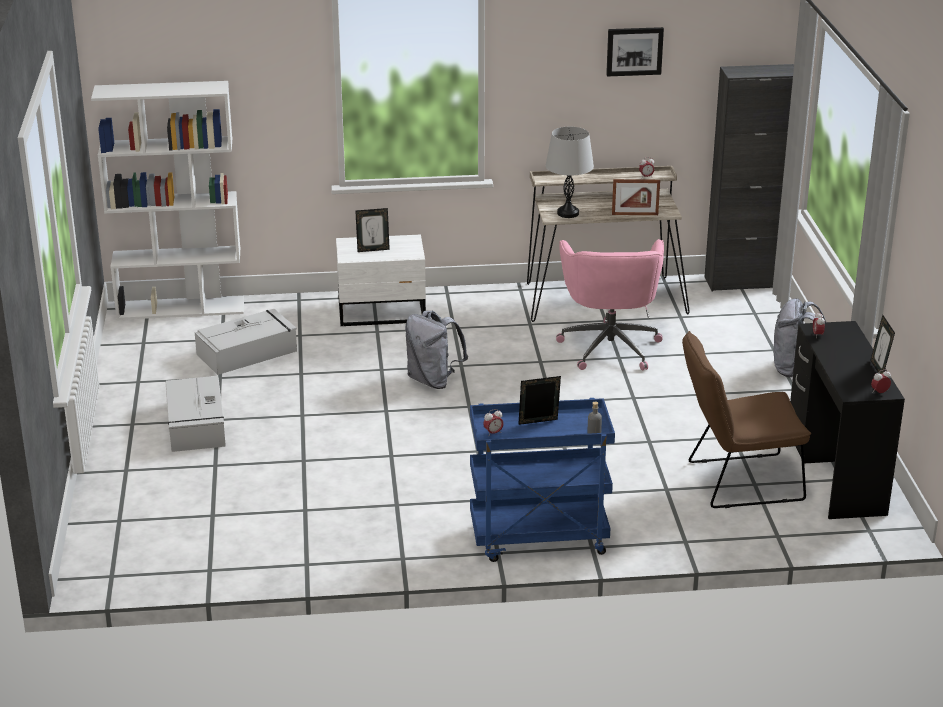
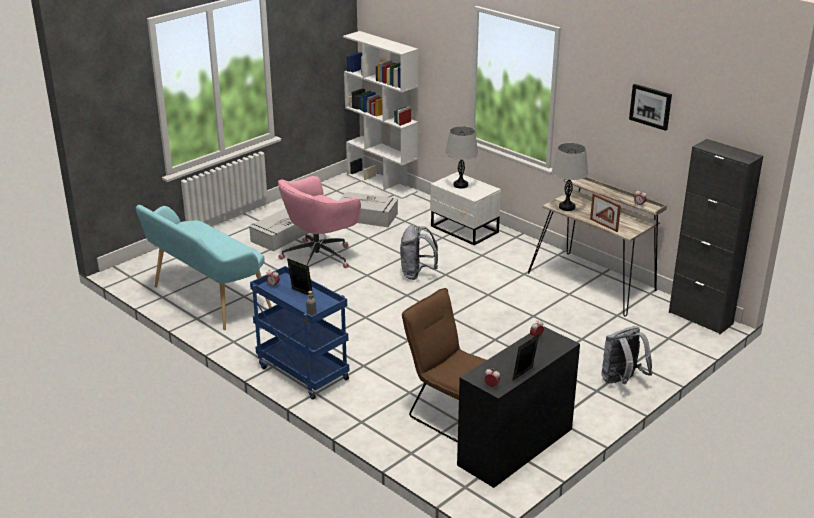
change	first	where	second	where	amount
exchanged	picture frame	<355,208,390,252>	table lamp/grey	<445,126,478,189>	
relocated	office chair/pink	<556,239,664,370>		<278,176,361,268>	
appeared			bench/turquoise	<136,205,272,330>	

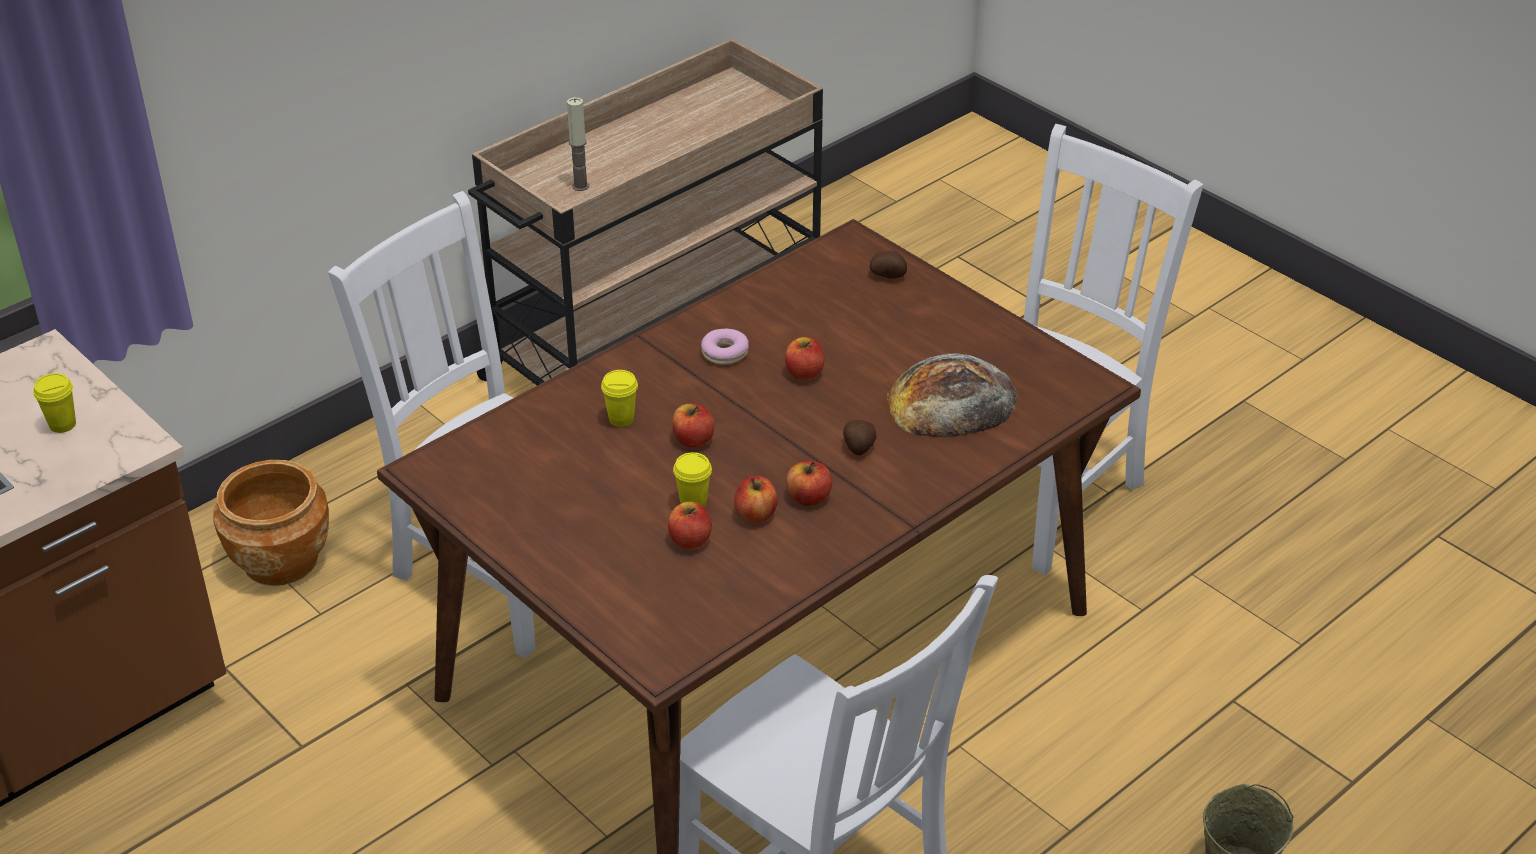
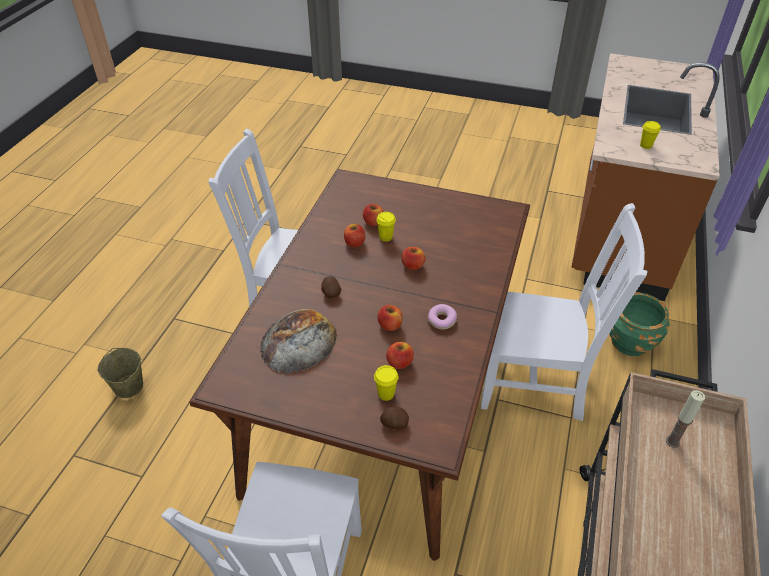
change	first	where	second	where	amount
relocated	cup/yellow	<601,370,638,427>		<374,365,398,401>	
colour	planter/brown	<213,460,329,586>	planter/green	<609,292,670,356>	
relocated	apple	<786,461,832,506>		<386,342,414,369>	

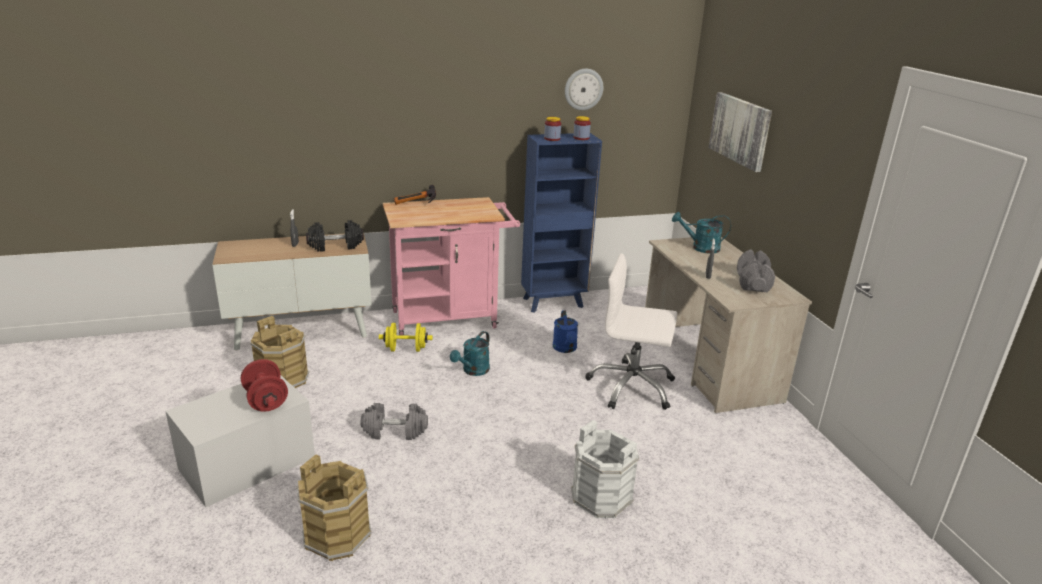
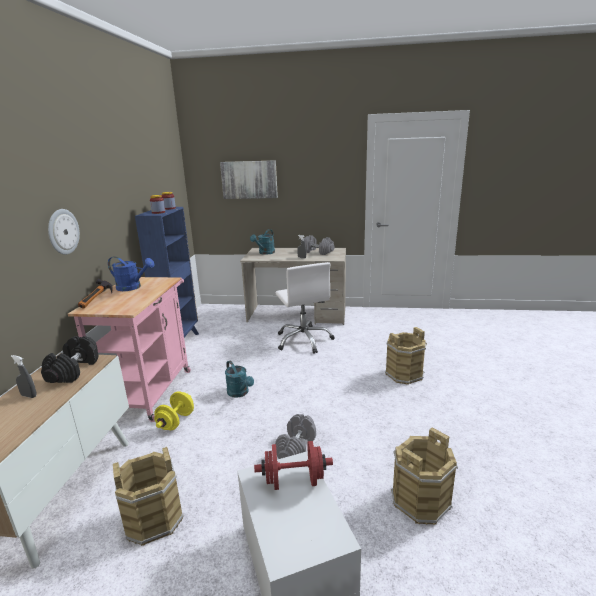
change	first	where	second	where	amount
relocated	wall clock	<565,69,603,110>		<48,209,80,255>	
spun	office chair/white	<585,253,677,410>		<275,262,335,354>	60 degrees counterclockwise
relocated	watering can/blue	<553,310,578,353>		<108,256,155,291>	
colour	bucket/white	<571,420,639,519>	bucket/brown	<385,327,427,385>	

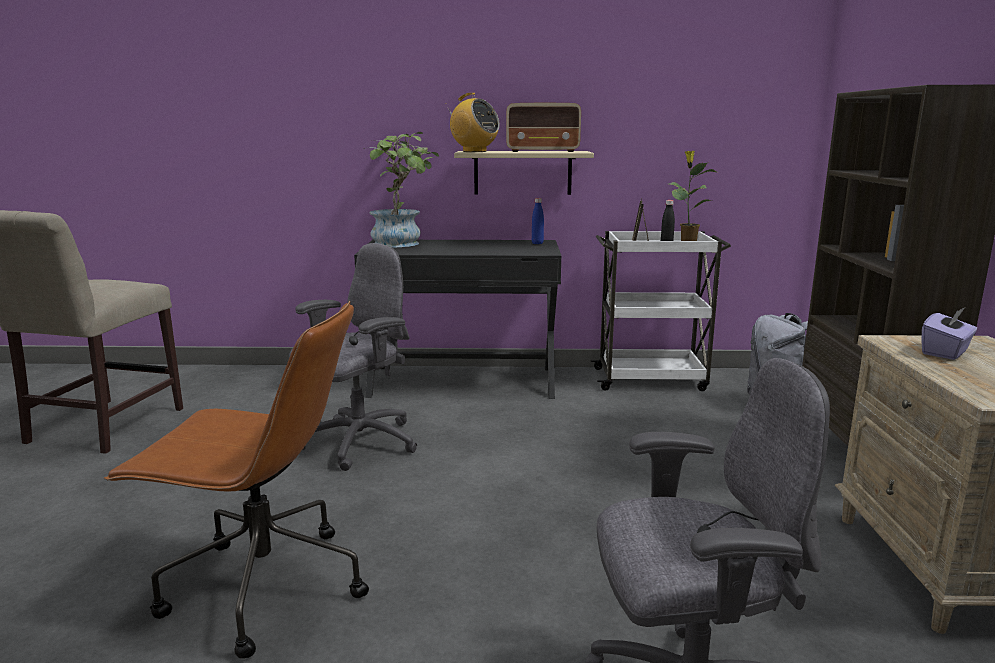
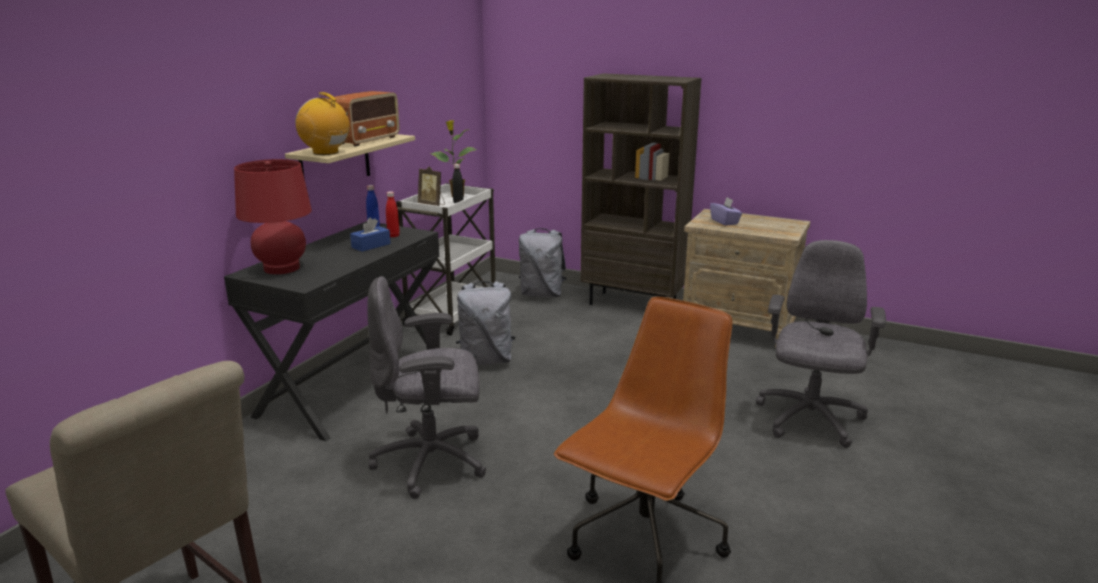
change	first	where	second	where	amount
spun	radio	<448,93,500,152>		<295,92,351,155>	120 degrees counterclockwise
exchanged	potted plant	<364,132,439,247>	table lamp/red	<234,159,312,274>	
spun	office chair/grey	<289,243,417,471>		<367,276,486,499>	75 degrees counterclockwise
appeared			bottle/red	<386,191,400,238>	
appeared			tissue box/blue	<350,217,391,252>	
appeared			backpack/grey	<456,281,515,365>	

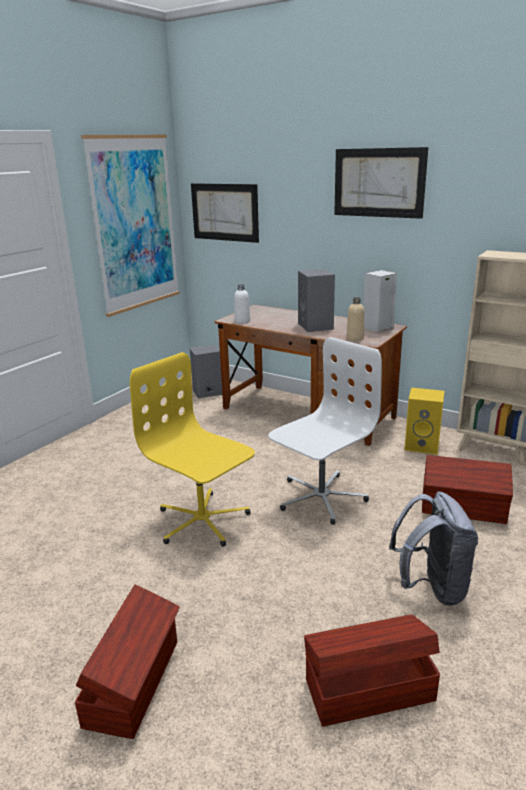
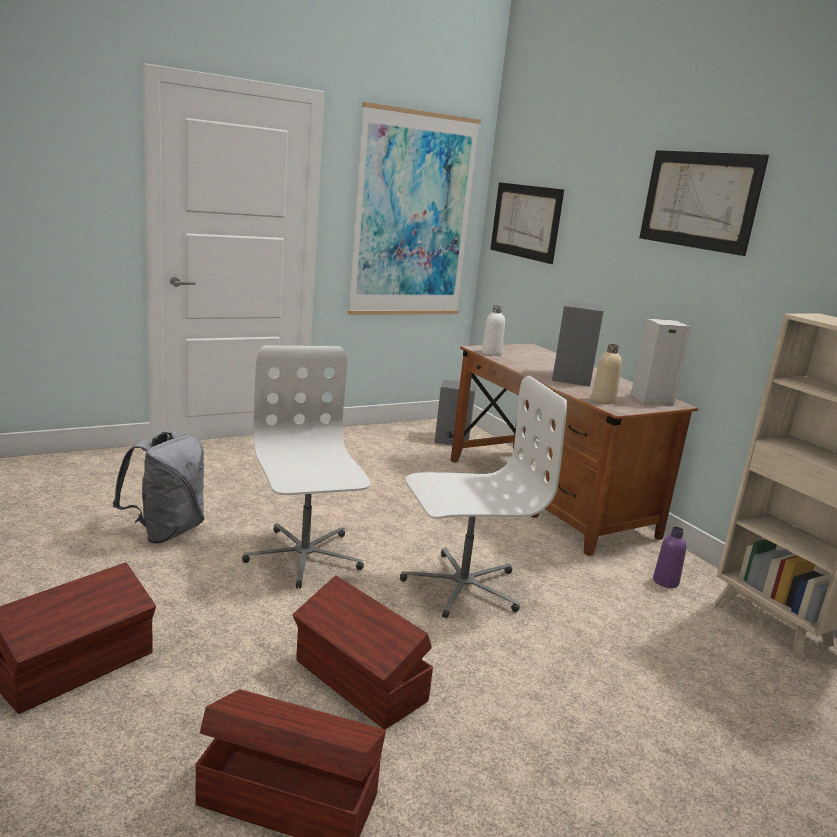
change	first	where	second	where	amount
colour	office chair/yellow	<130,352,255,547>	office chair/white	<242,345,371,588>	
exchanged	speaker/yellow	<404,388,444,455>	bottle/purple	<653,527,686,588>	
relocated	storage box/brown	<422,455,513,524>		<293,575,433,729>	
relocated	backpack/grey	<389,491,478,606>		<112,431,204,544>	

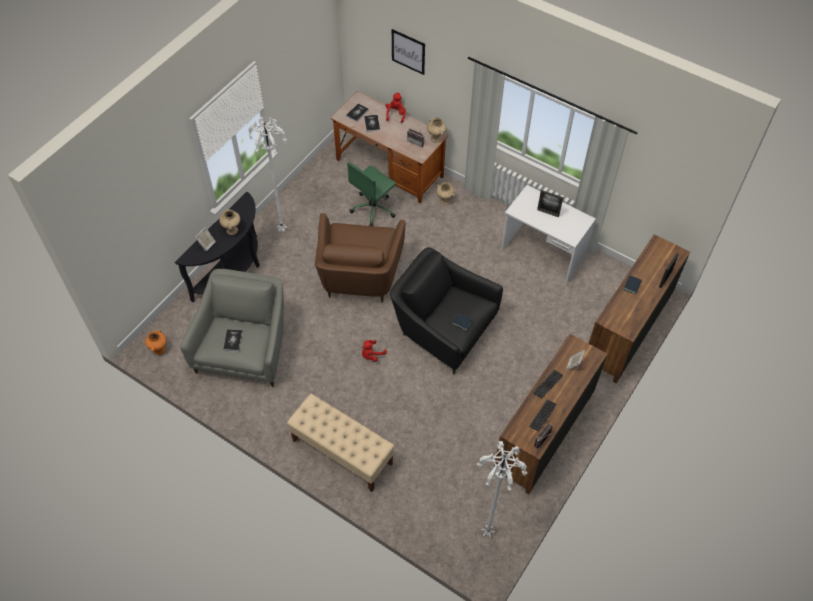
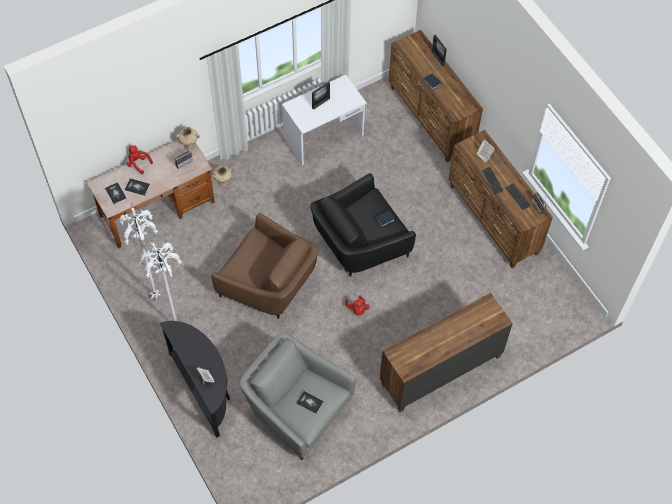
change	first	where	second	where	amount
missing	picture	<392,29,425,75>			
missing	office chair/green	<347,163,396,226>			
missing	vase/beige	<219,209,240,235>			
missing	vase/orange	<145,330,166,355>			
exchanged	bench/beige	<287,394,395,492>	dresser/brown	<379,293,513,412>	
relocated	floor lamp/white	<477,441,527,537>		<120,208,160,299>	

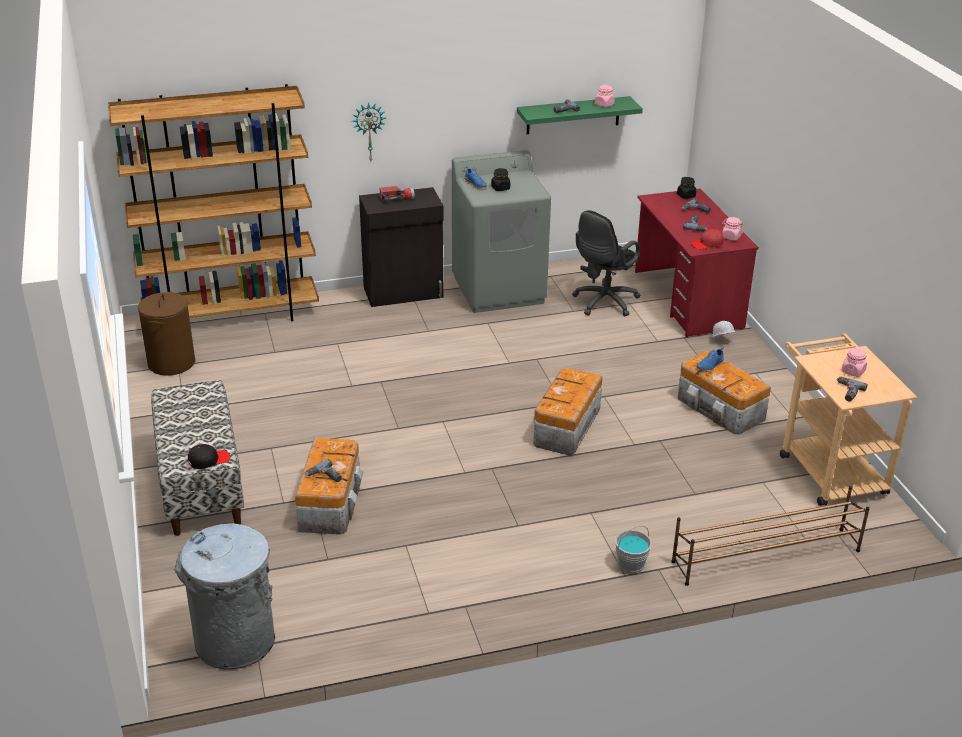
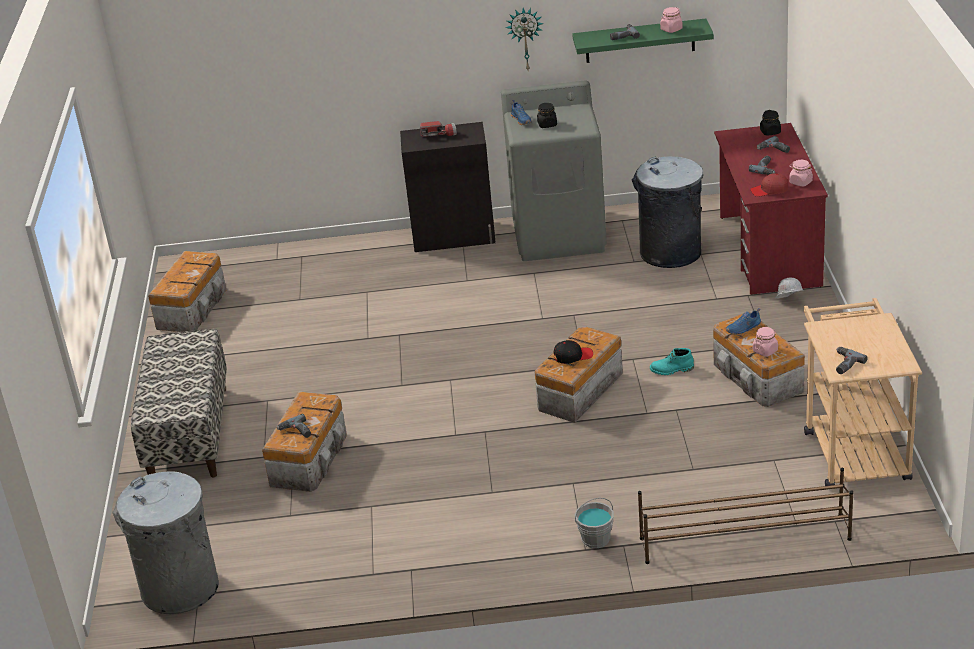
change	first	where	second	where	amount
missing	bookcase/brown	<108,84,319,321>			
relocated	wall clock	<352,102,386,161>		<506,8,544,70>	
exchanged	office chair/black	<572,210,641,316>	trash can/grey	<631,156,704,268>	
exchanged	laundry basket/brown	<138,292,195,376>	storage box	<148,251,226,332>	
relocated	jar/pink	<842,348,867,377>		<753,327,778,357>	
relocated	cap/black	<188,444,230,469>		<554,340,593,364>	
appeared			boot/turquoise	<650,348,694,375>	

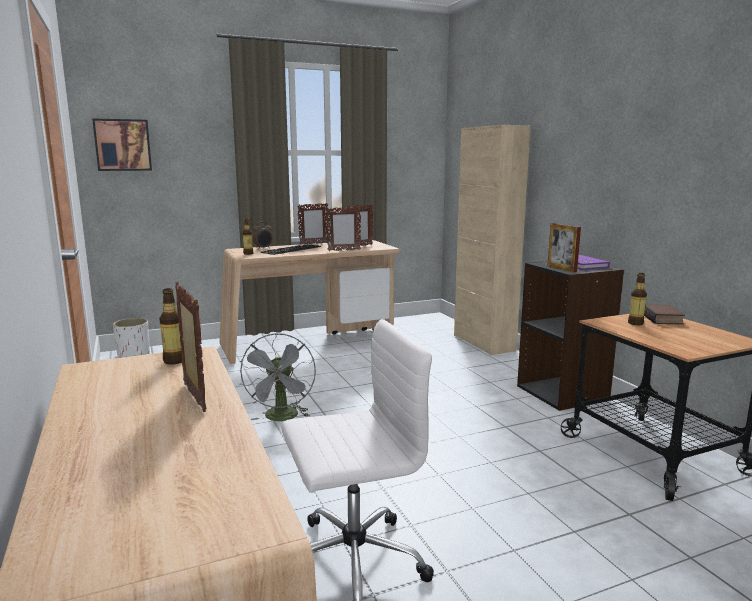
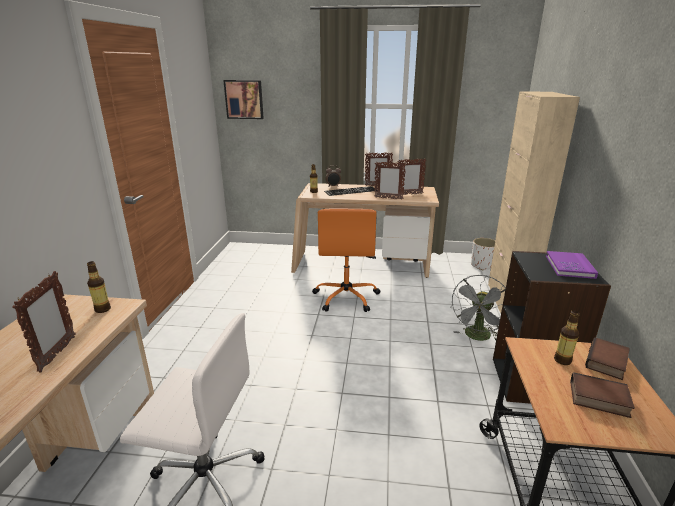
change	first	where	second	where	amount
missing	picture frame	<547,223,581,272>			
relocated	planter/white	<113,318,150,358>		<471,238,495,270>	
relocated	fan/grey	<240,333,316,421>		<450,275,506,341>	
appeared			office chair/orange	<312,209,380,312>	
appeared			book	<570,372,635,418>	

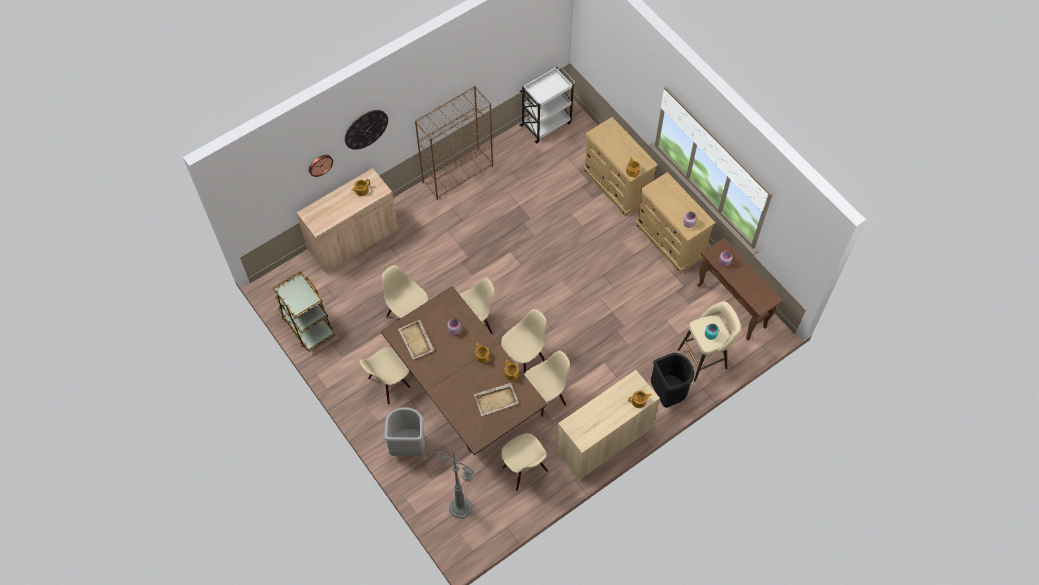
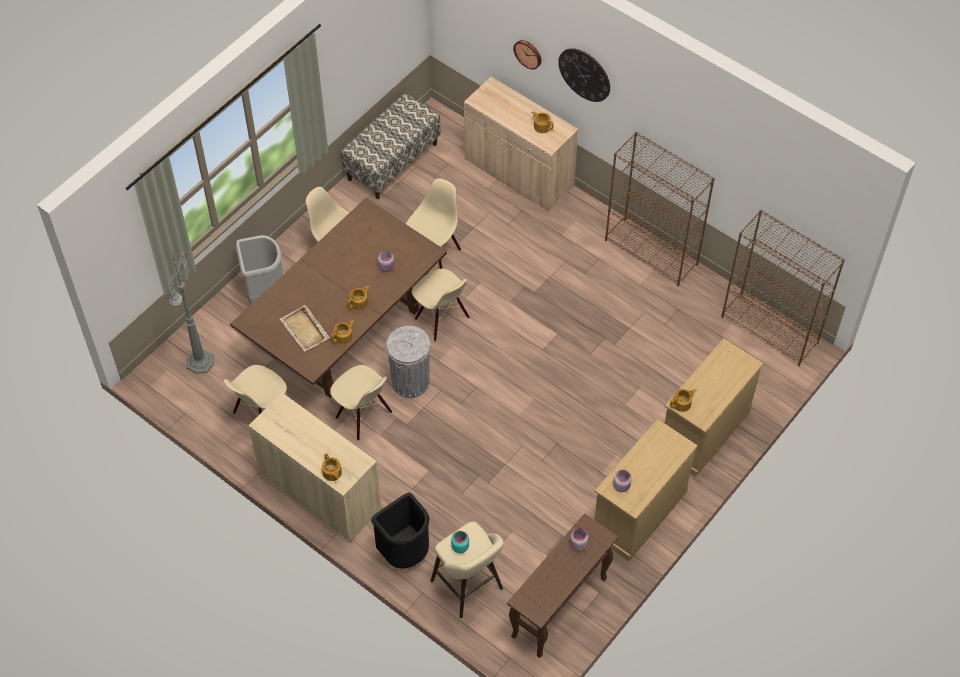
change	first	where	second	where	amount
exchanged	cart/white	<519,66,576,144>	bookcase/brown	<721,210,845,366>	
exchanged	cart/brown	<273,271,335,351>	bench	<341,93,441,199>	
exchanged	chair/beige	<501,309,547,373>	trash can/grey	<386,326,430,398>	
missing	tray/beige	<398,320,435,360>			

